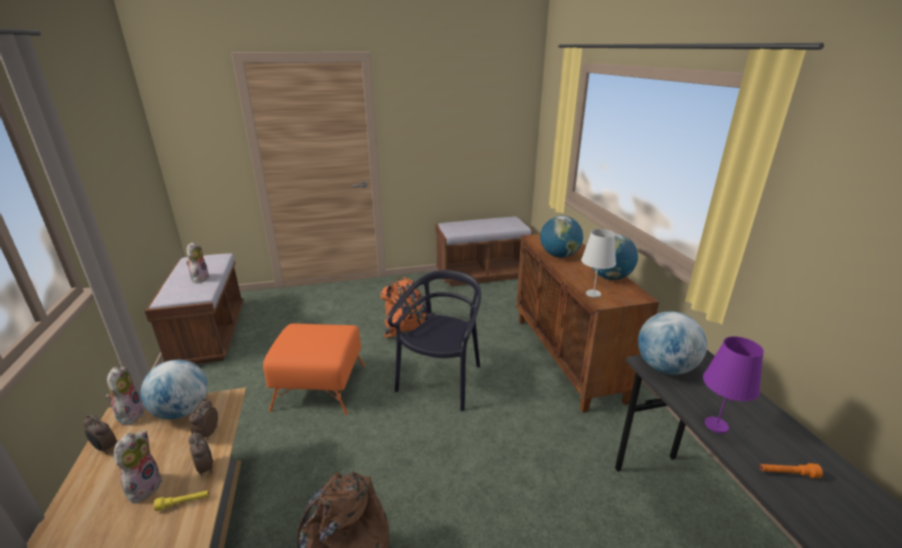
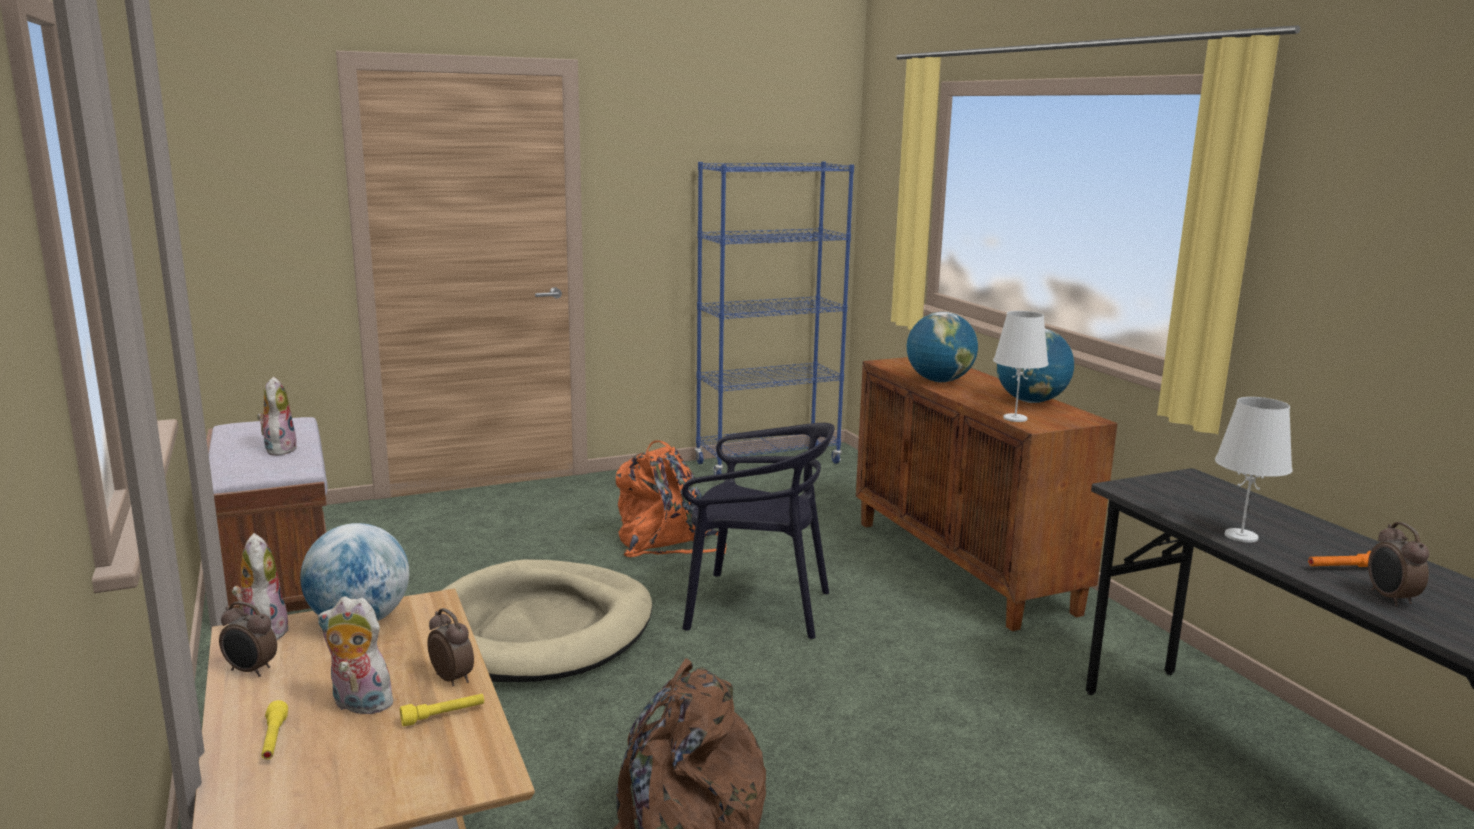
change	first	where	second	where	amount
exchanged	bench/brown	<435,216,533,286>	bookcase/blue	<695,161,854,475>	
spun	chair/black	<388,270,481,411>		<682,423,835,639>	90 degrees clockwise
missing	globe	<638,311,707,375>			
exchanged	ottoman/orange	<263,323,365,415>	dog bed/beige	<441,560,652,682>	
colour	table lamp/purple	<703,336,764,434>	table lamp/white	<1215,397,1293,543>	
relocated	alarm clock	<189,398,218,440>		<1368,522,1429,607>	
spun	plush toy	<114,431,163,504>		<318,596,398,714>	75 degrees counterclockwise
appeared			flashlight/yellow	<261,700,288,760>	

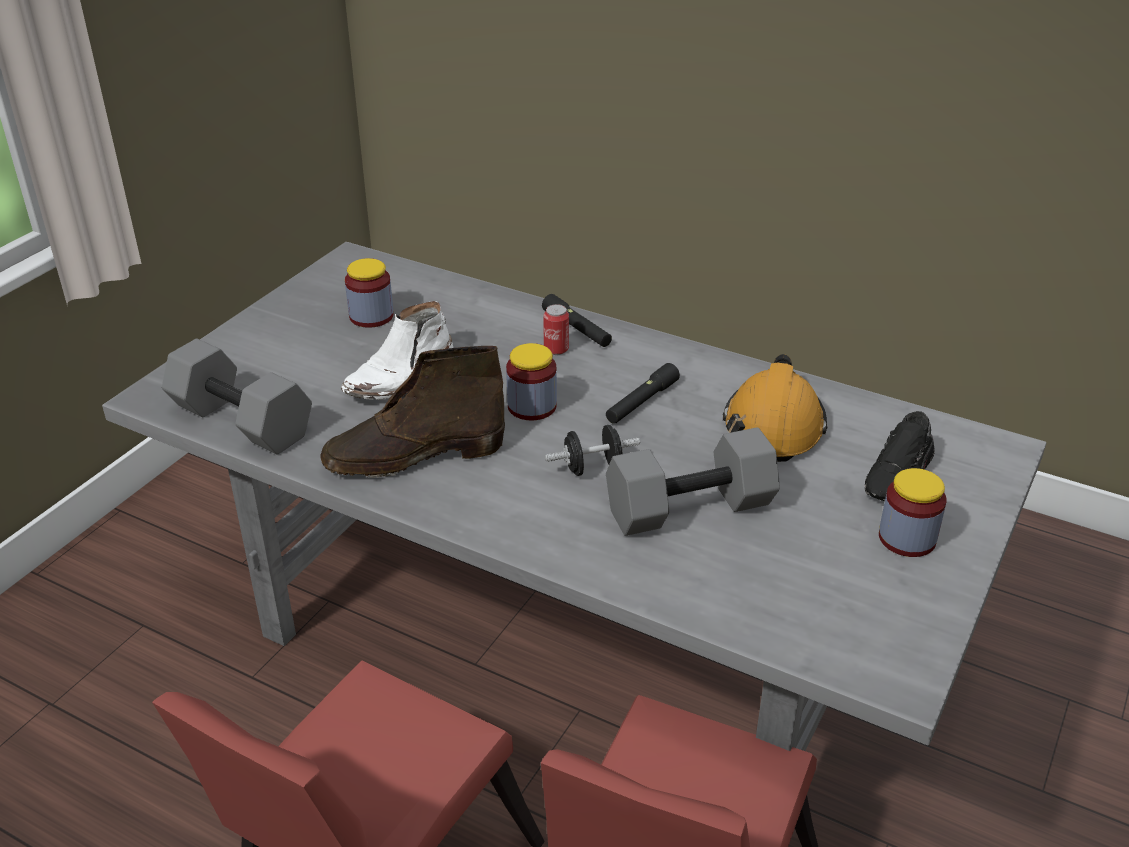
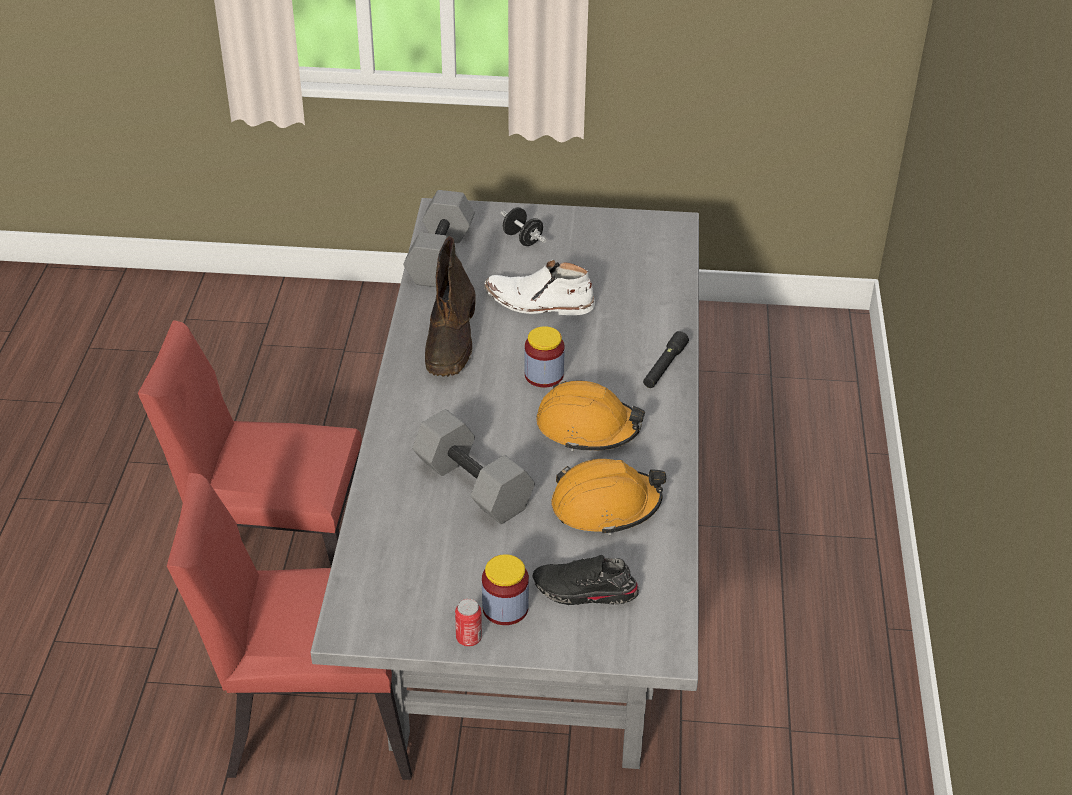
change	first	where	second	where	amount
missing	jar	<345,258,394,328>			
relocated	can	<543,304,569,355>		<455,599,482,646>	
spun	boot/brown	<320,346,505,478>		<425,236,476,377>	135 degrees counterclockwise
exchanged	flashlight/black	<606,363,680,424>	hard hat/orange	<536,381,645,451>	
relocated	dumbbell/black	<545,425,640,476>		<501,207,547,246>	

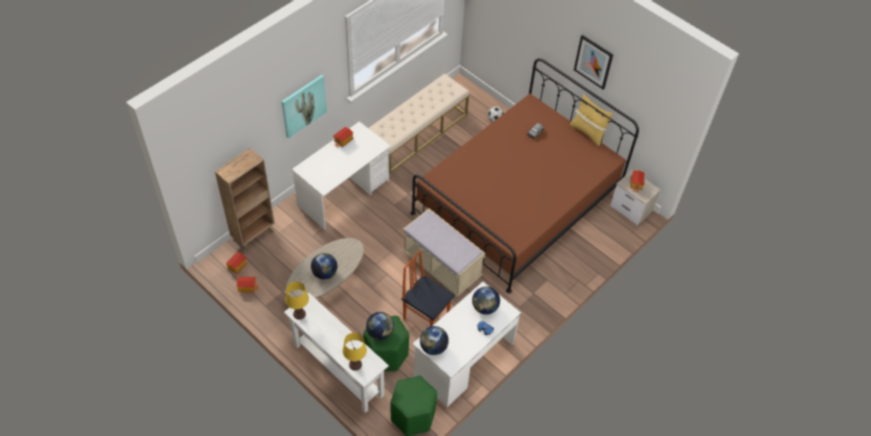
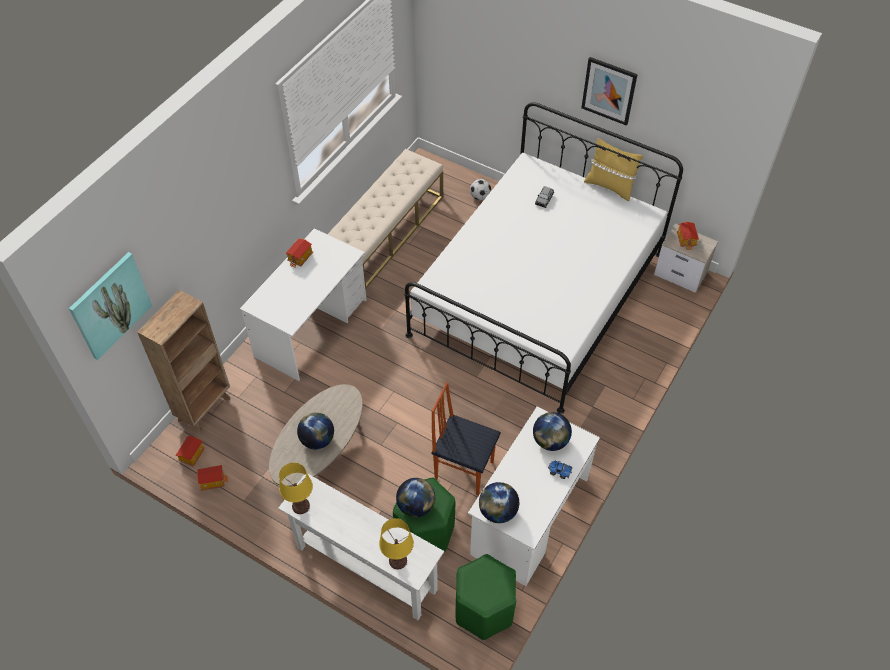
change	first	where	second	where	amount
colour	bed/brown	<410,58,639,293>	bed/white	<404,102,683,414>	
relocated	picture	<282,75,327,138>		<69,252,152,360>	
missing	bench/beige	<403,209,485,297>			

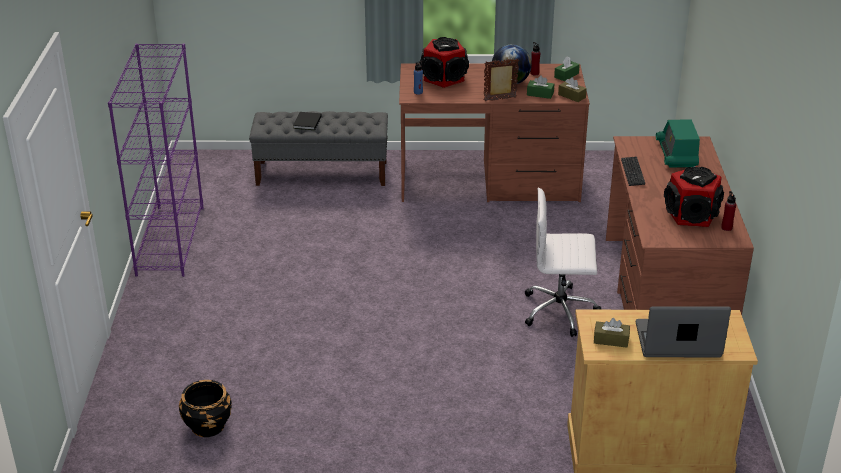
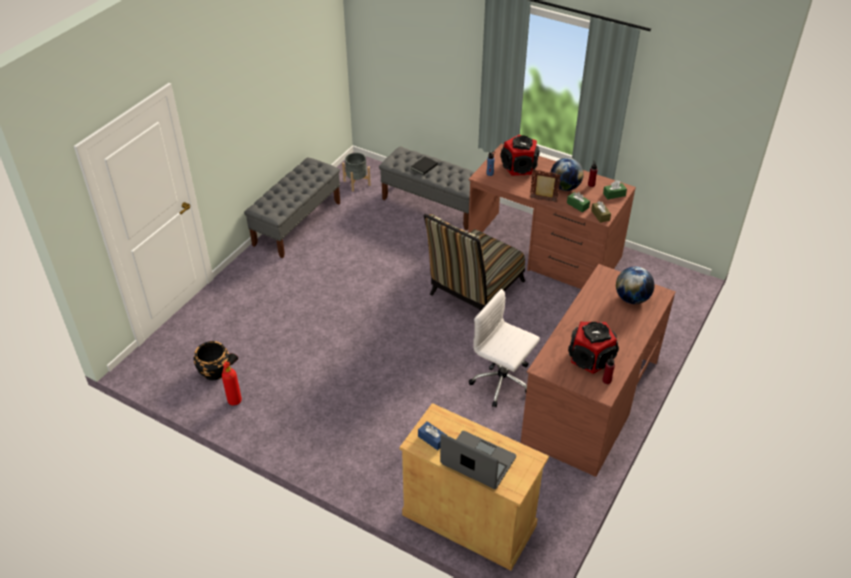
change	first	where	second	where	amount
exchanged	bookcase/purple	<108,44,204,277>	bench/grey	<244,157,340,258>	
exchanged	radio	<656,119,700,168>	globe	<616,266,654,304>	
missing	keyboard	<621,157,645,186>			
colour	tissue box/brown	<594,318,630,348>	tissue box/blue	<418,421,446,450>	
appeared			planter/grey	<342,153,371,191>	
appeared			chair	<424,214,525,311>	
appeared			fire extinguisher	<222,353,242,406>	

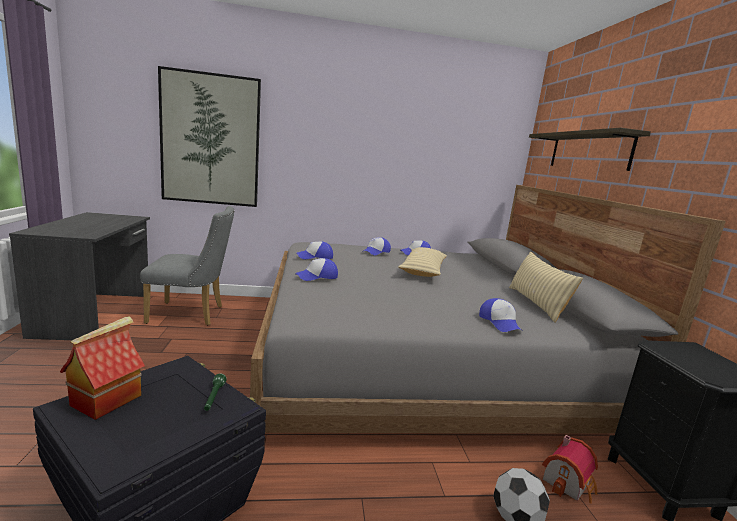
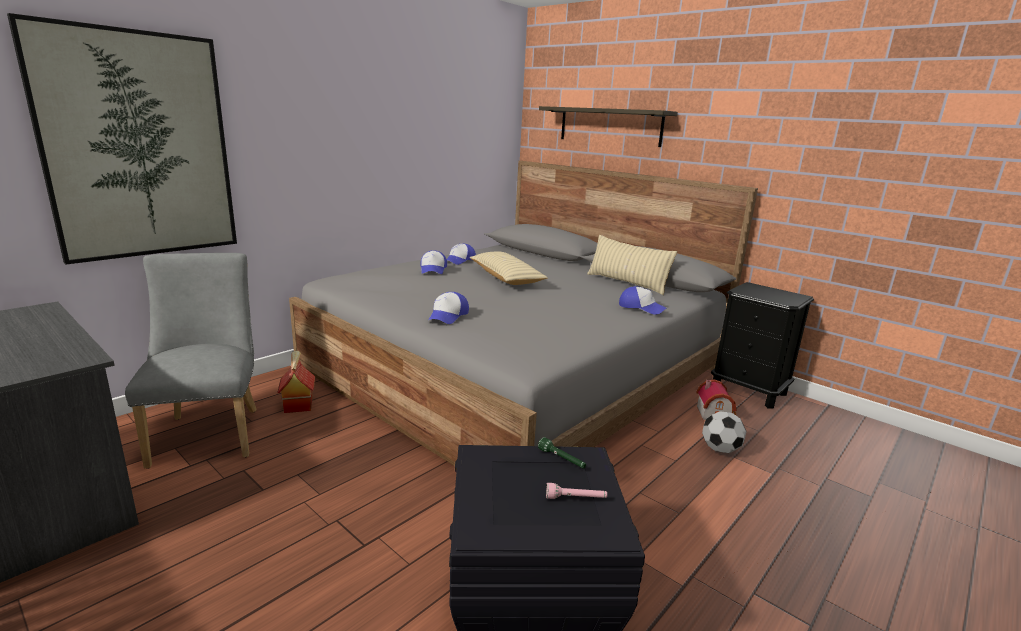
change	first	where	second	where	amount
spun	chair/grey	<140,206,234,326>		<125,253,257,469>	60 degrees counterclockwise
missing	cap	<296,241,333,259>			
relocated	toy house	<60,316,145,420>		<277,351,315,413>	
appeared			flashlight/pink	<546,483,607,499>	

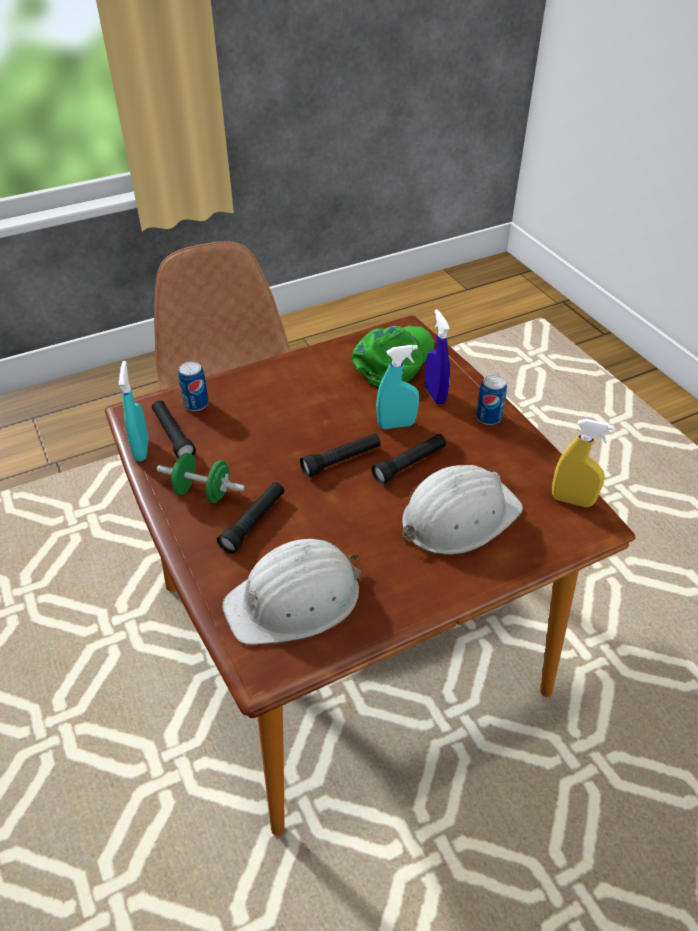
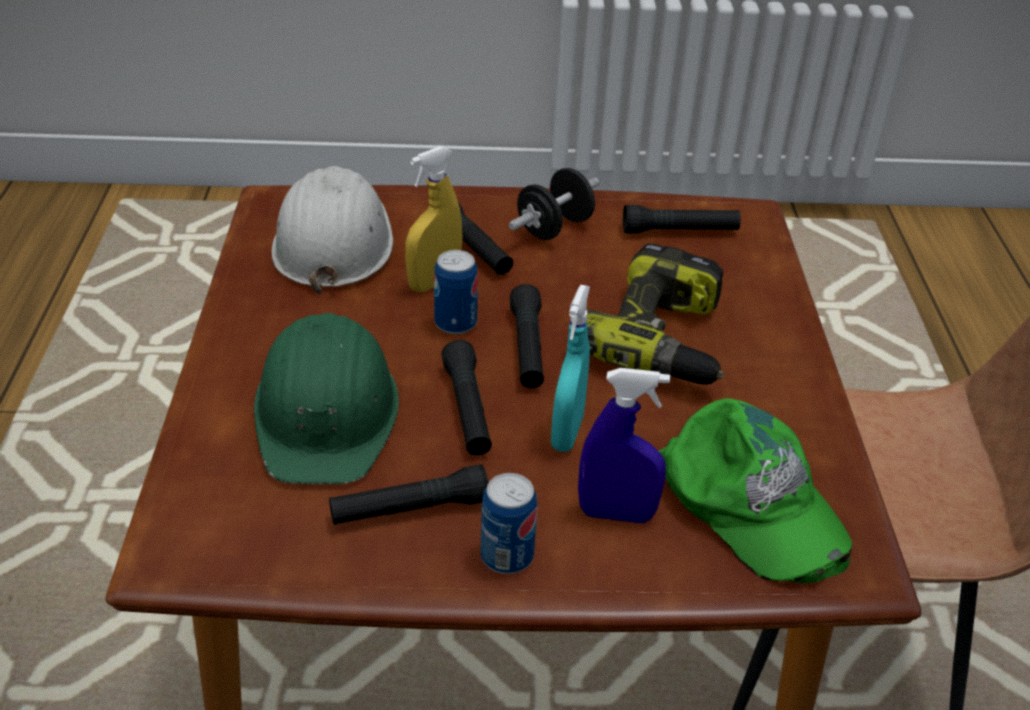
change	first	where	second	where	amount
missing	spray bottle/turquoise	<119,361,149,461>			
relocated	can	<178,361,209,411>		<434,250,478,334>	
relocated	spray bottle/yellow	<552,419,614,507>		<405,146,462,292>	
colour	dumbbell/green	<157,453,245,503>	dumbbell/black	<509,168,599,240>	
colour	hard hat/white	<402,465,523,555>	hard hat/green	<254,313,399,484>	
appeared			power drill	<587,244,724,385>	
appeared			flashlight/black	<329,464,488,525>	

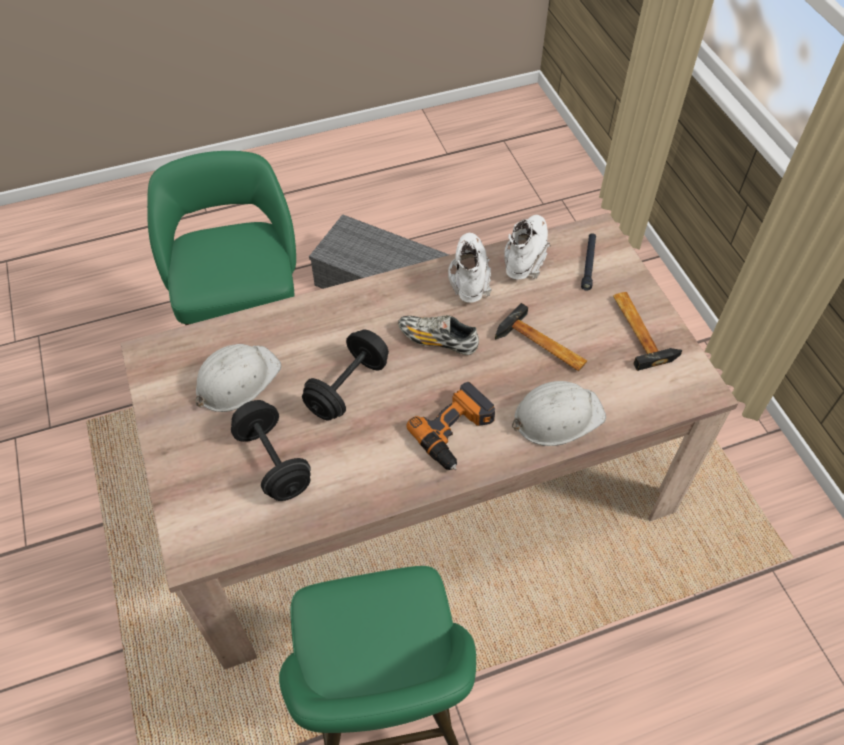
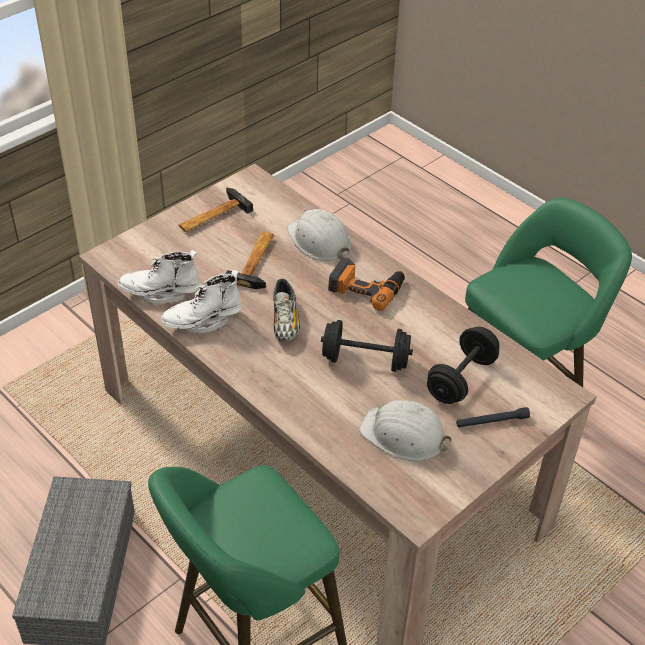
change	first	where	second	where	amount
relocated	flashlight/black	<581,233,596,291>		<456,407,530,427>	

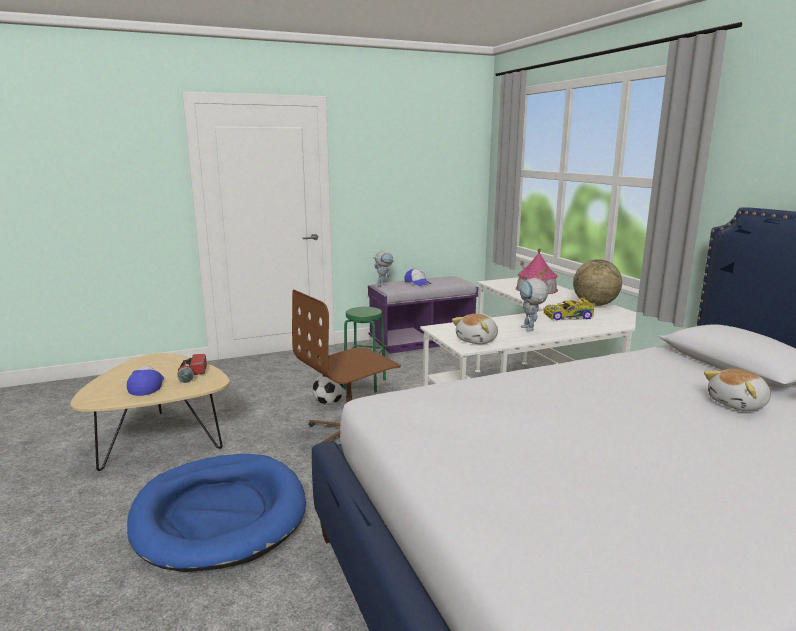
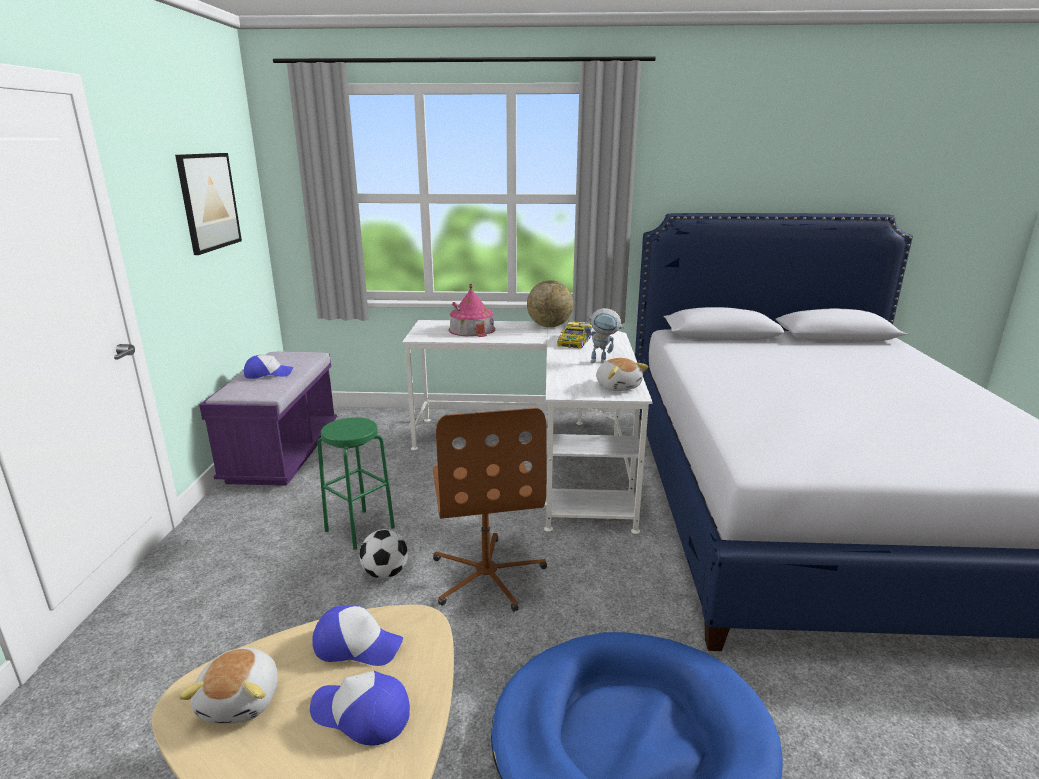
change	first	where	second	where	amount
missing	toy robot	<374,251,393,286>			
exchanged	flashlight	<177,354,207,383>	cap	<312,605,403,666>	
relocated	plush toy	<704,369,771,411>		<179,647,278,724>	
appeared			picture	<175,153,242,255>	

